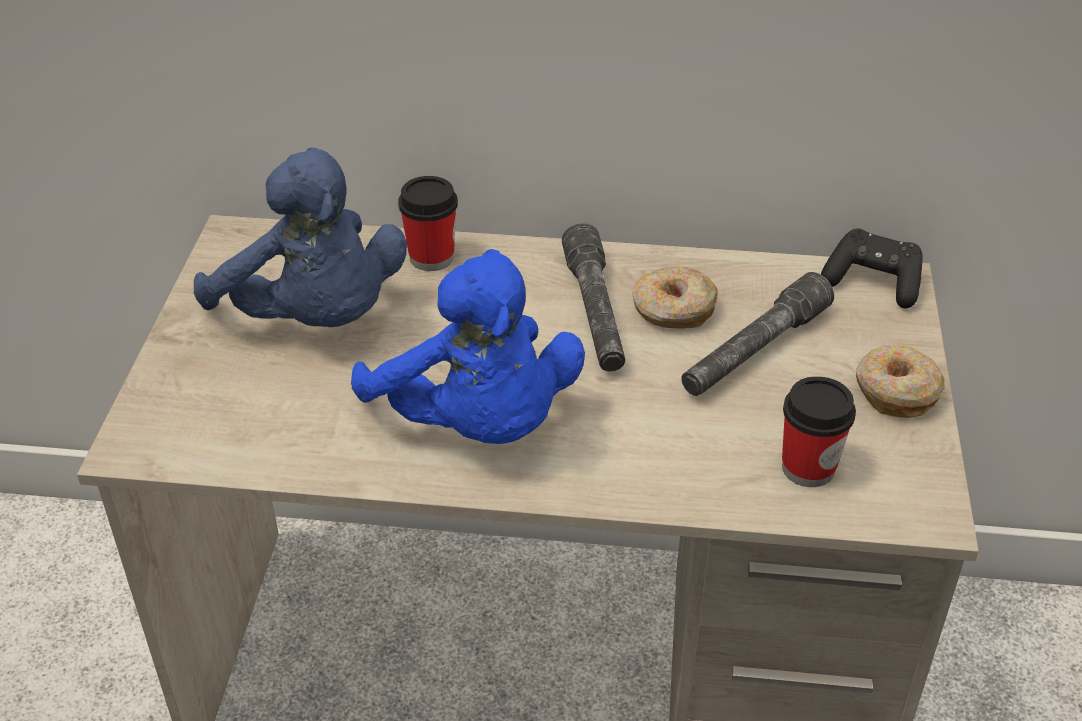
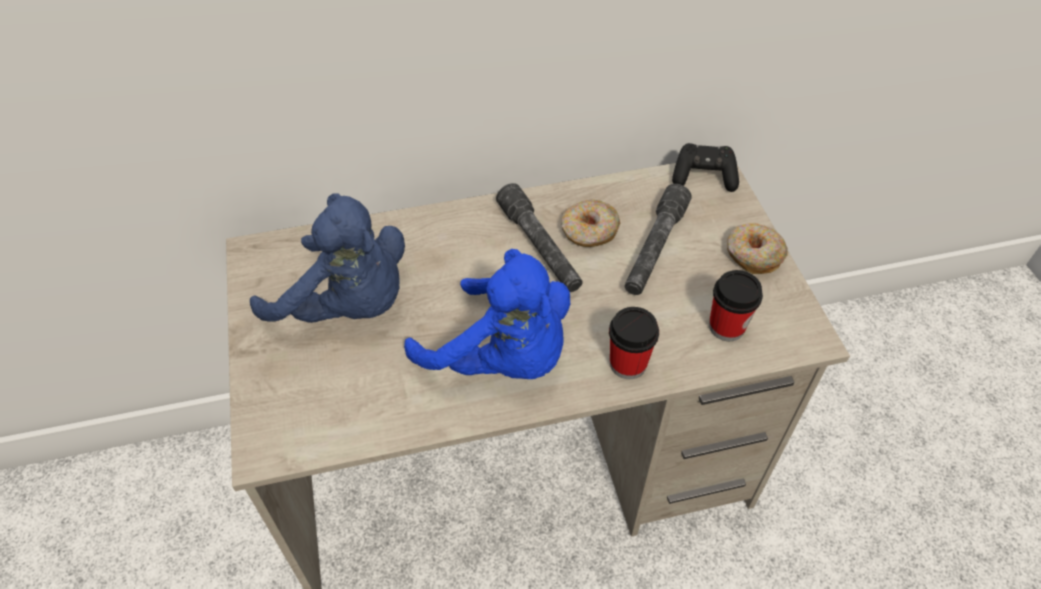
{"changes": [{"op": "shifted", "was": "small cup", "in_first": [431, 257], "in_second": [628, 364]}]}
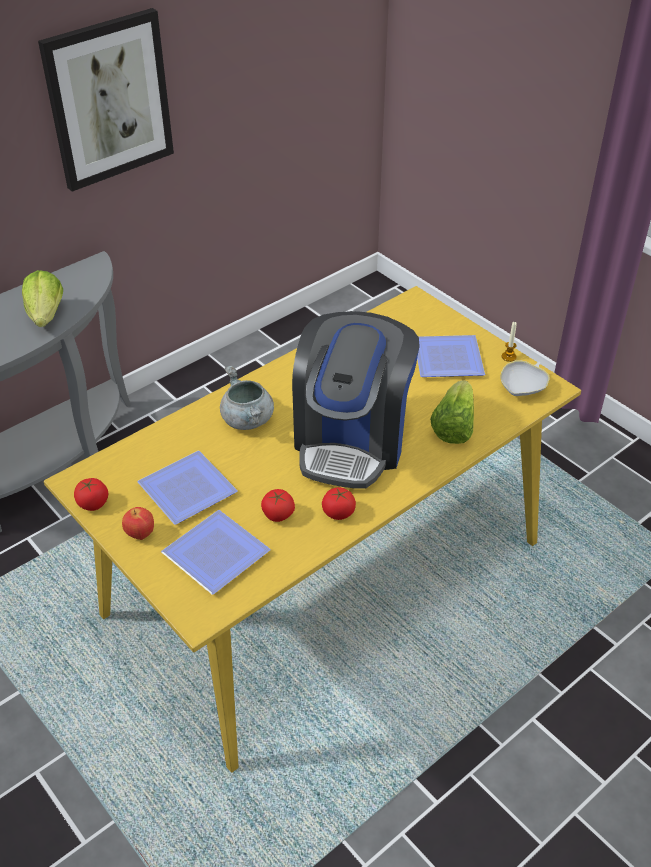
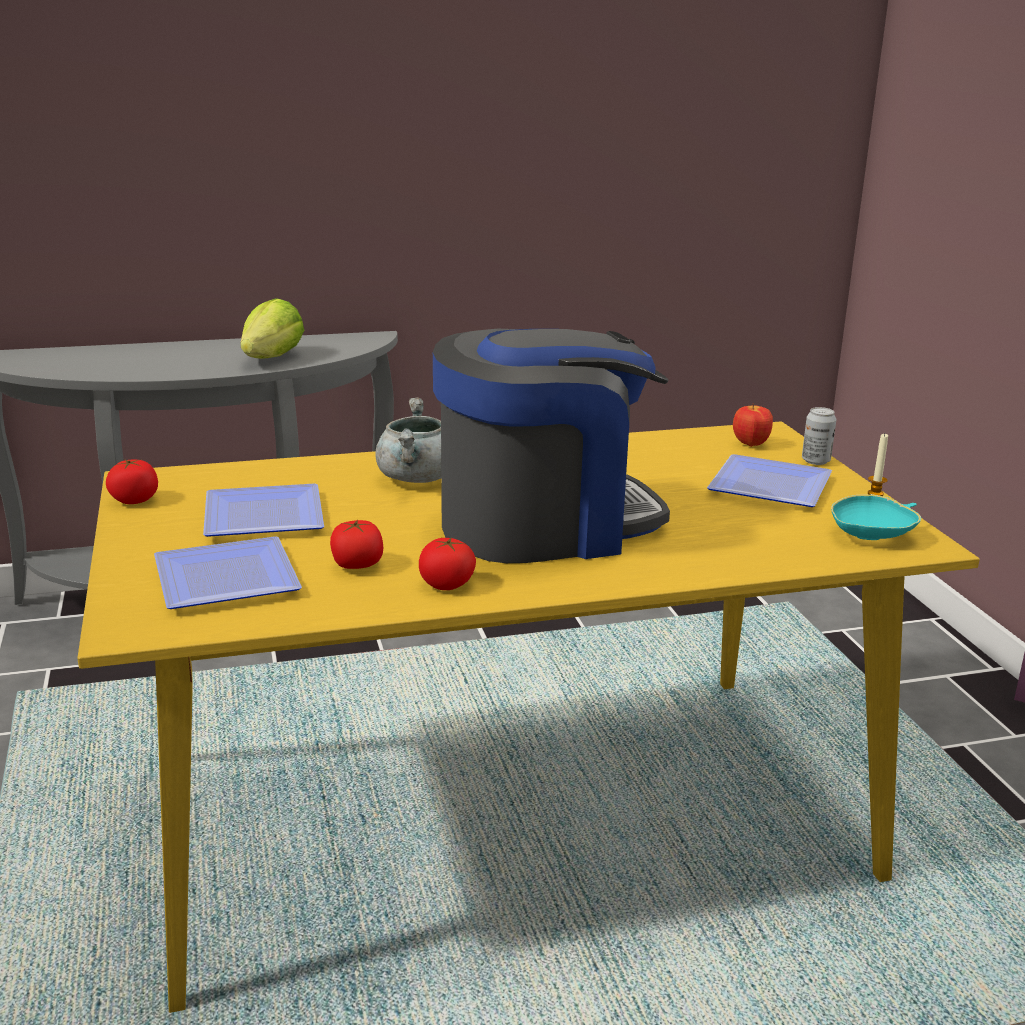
{"changes": [{"op": "gone", "was": "wall art", "in_first": [108, 100]}, {"op": "shifted", "was": "apple", "in_first": [140, 534], "in_second": [750, 444]}, {"op": "rotated", "was": "coffee machine", "in_first": [352, 439], "in_second": [544, 524], "clockwise": -150}, {"op": "gone", "was": "lettuce head", "in_first": [453, 426]}, {"op": "repainted", "was": "serving bowl in white-coloured", "now": "serving bowl in turquoise", "in_first": [522, 387], "in_second": [872, 534]}, {"op": "new", "now": "sealed can", "in_second": [815, 461]}]}
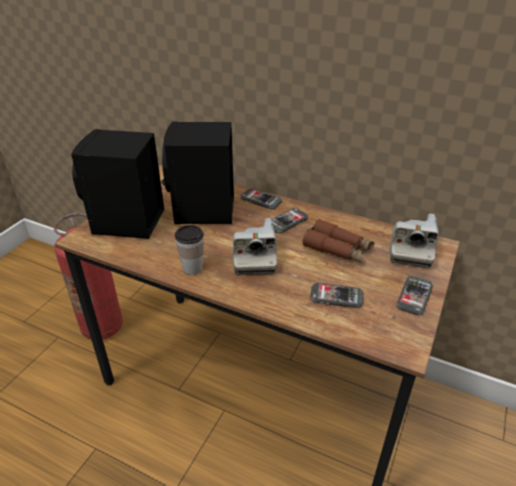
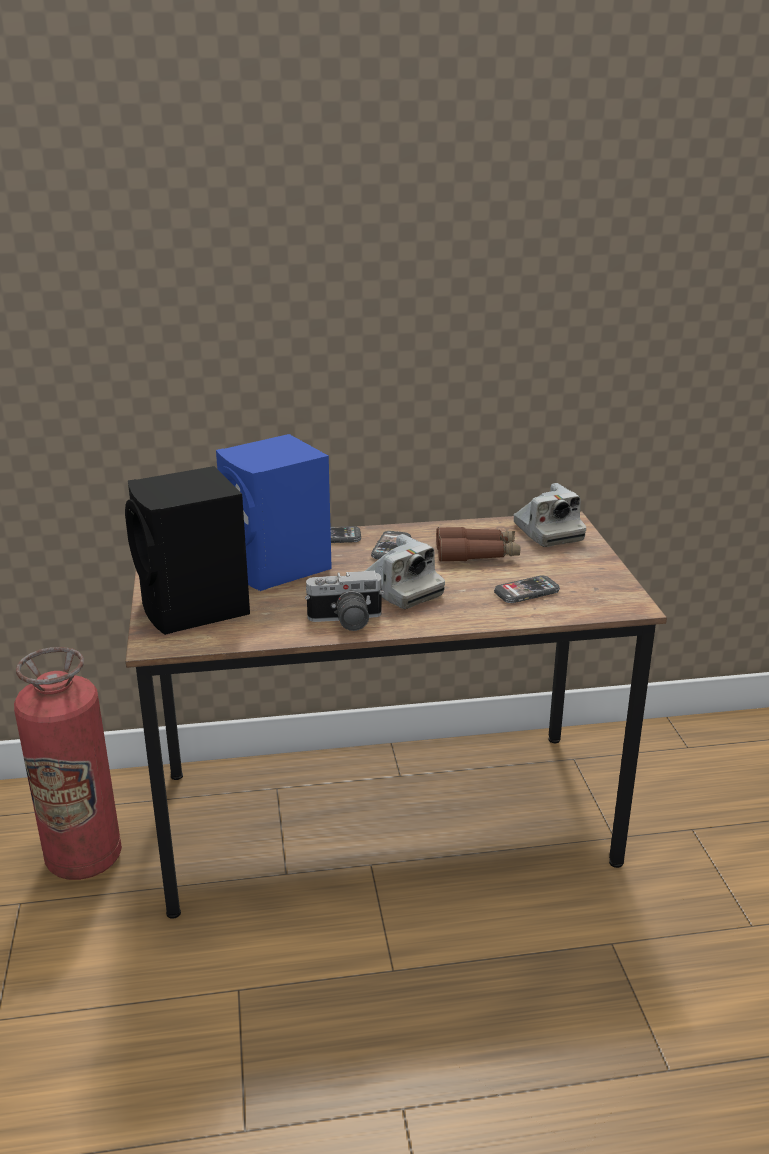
{"changes": [{"op": "repainted", "was": "speaker in blackish", "now": "speaker in blue-coloured", "in_first": [204, 211], "in_second": [278, 568]}, {"op": "swapped", "was": "small cup", "now": "photo camera", "in_first": [192, 268], "in_second": [345, 621]}, {"op": "gone", "was": "handset", "in_first": [414, 296]}]}
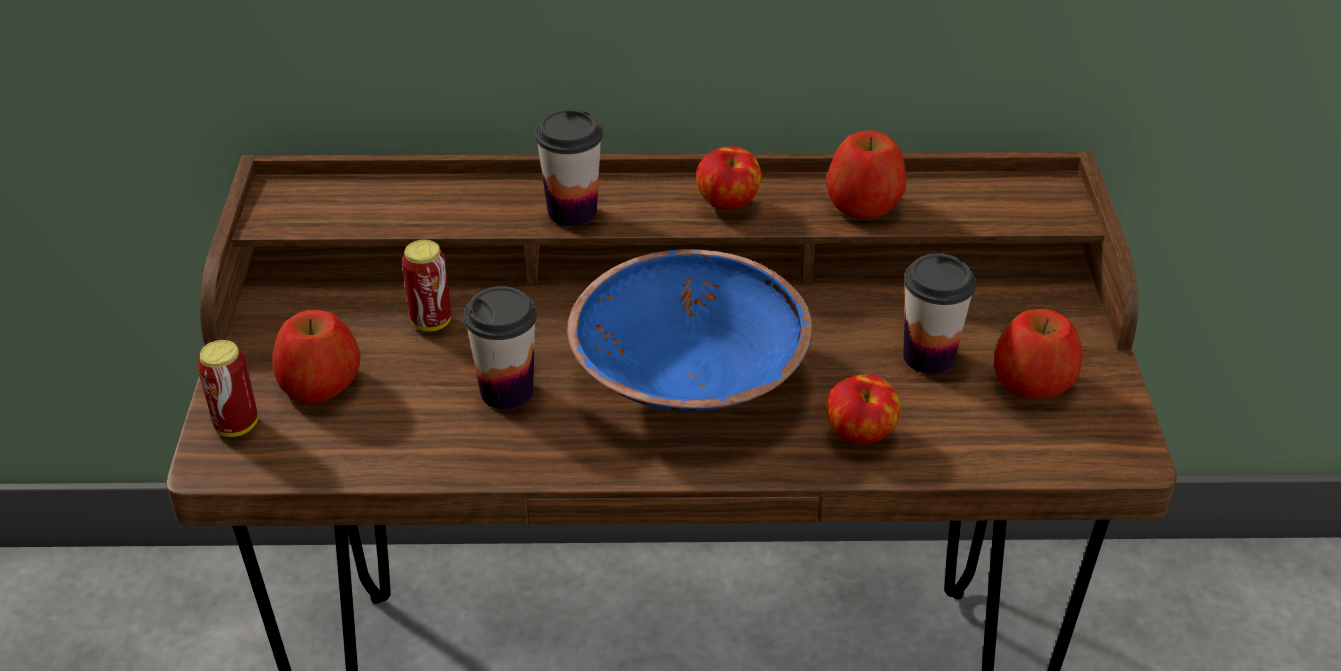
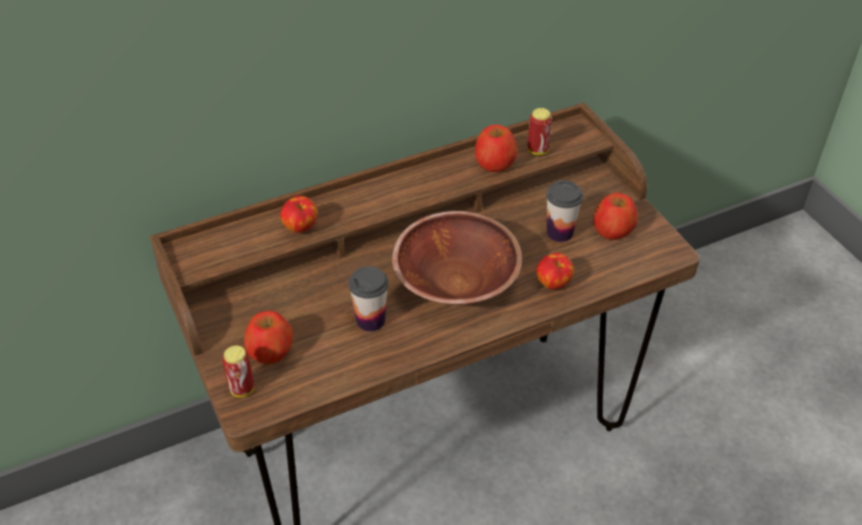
{"changes": [{"op": "shifted", "was": "sealed can", "in_first": [431, 322], "in_second": [537, 150]}, {"op": "gone", "was": "small cup", "in_first": [572, 211]}, {"op": "repainted", "was": "serving bowl in blue-coloured", "now": "serving bowl in brownish", "in_first": [690, 378], "in_second": [456, 282]}, {"op": "shifted", "was": "apple", "in_first": [728, 203], "in_second": [301, 227]}]}
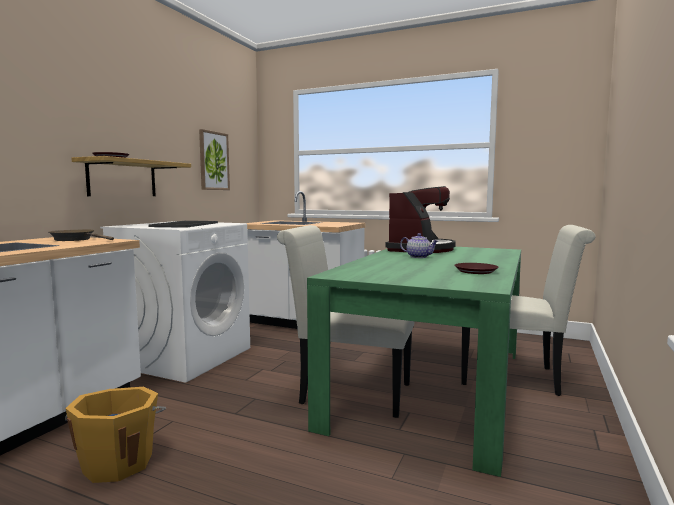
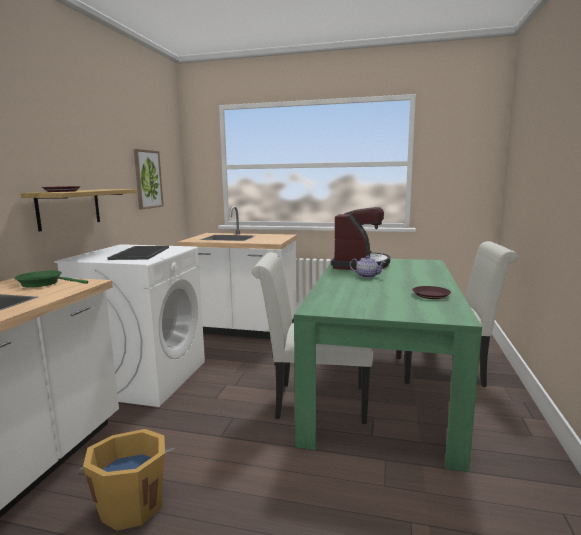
{"changes": [{"op": "repainted", "was": "pan in brownish", "now": "pan in green", "in_first": [76, 239], "in_second": [44, 283]}]}
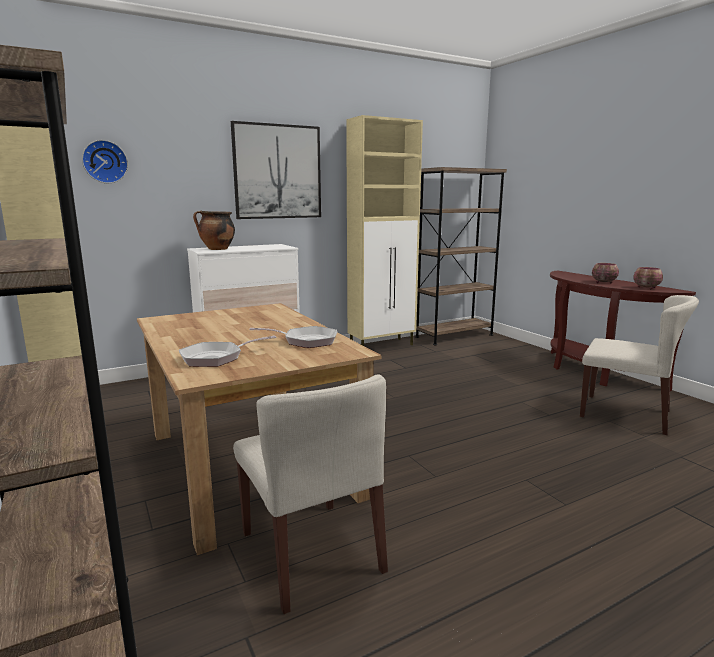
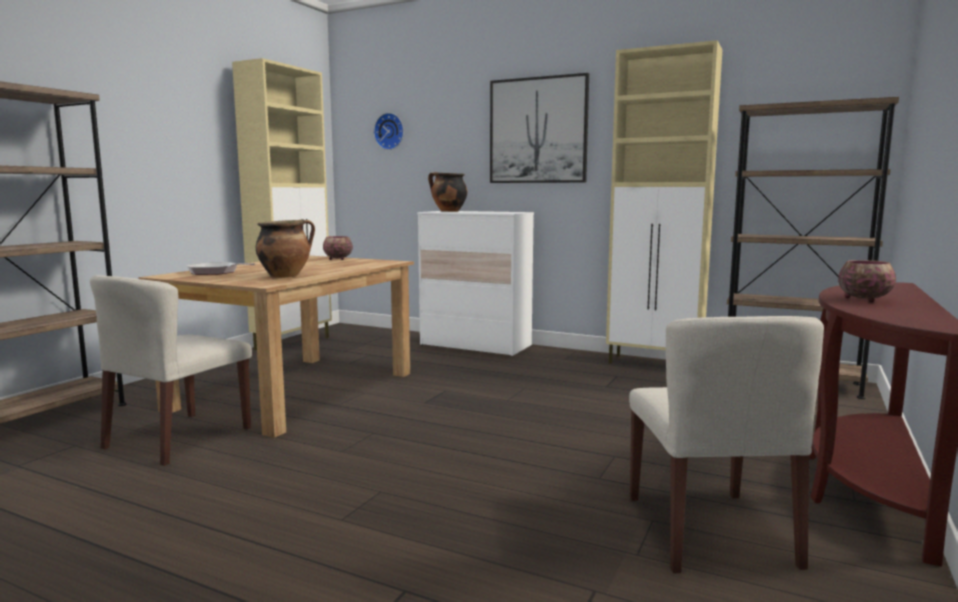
{"changes": [{"op": "swapped", "was": "pan", "now": "saucepot", "in_first": [306, 341], "in_second": [286, 276]}, {"op": "shifted", "was": "serving bowl", "in_first": [646, 288], "in_second": [337, 259]}]}
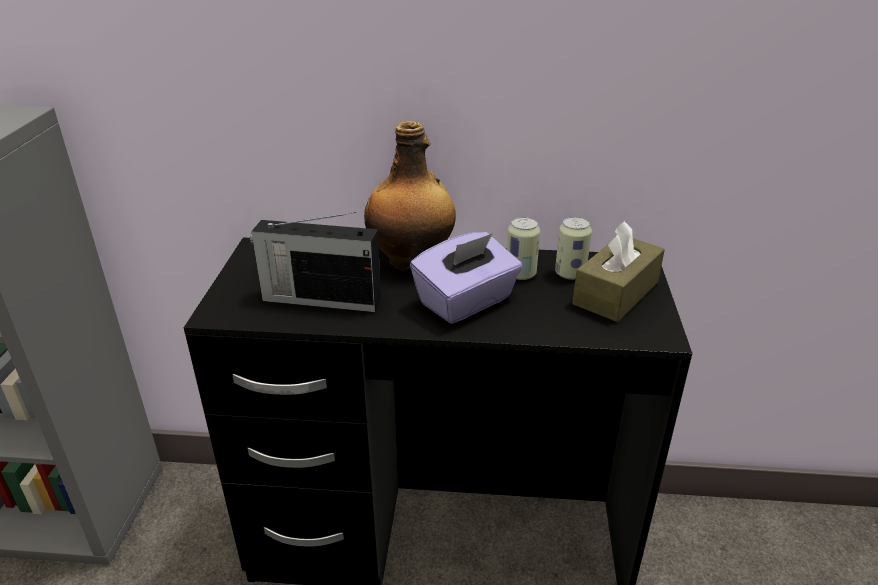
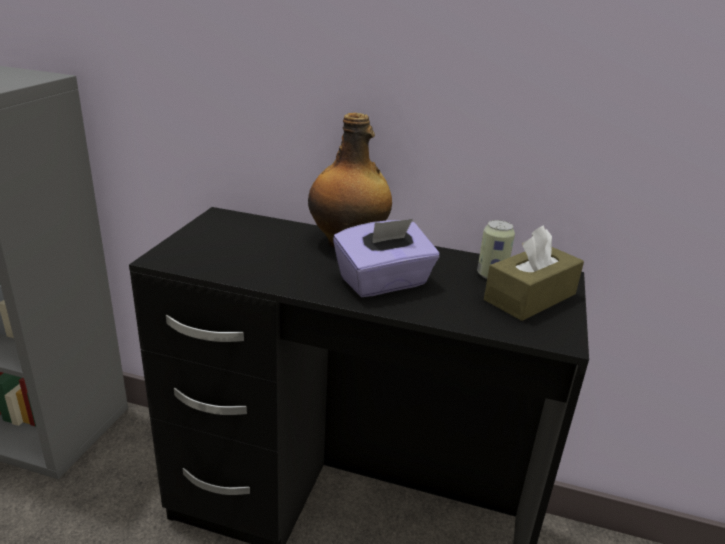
{"changes": [{"op": "gone", "was": "radio", "in_first": [319, 299]}, {"op": "gone", "was": "sealed can", "in_first": [520, 274]}]}
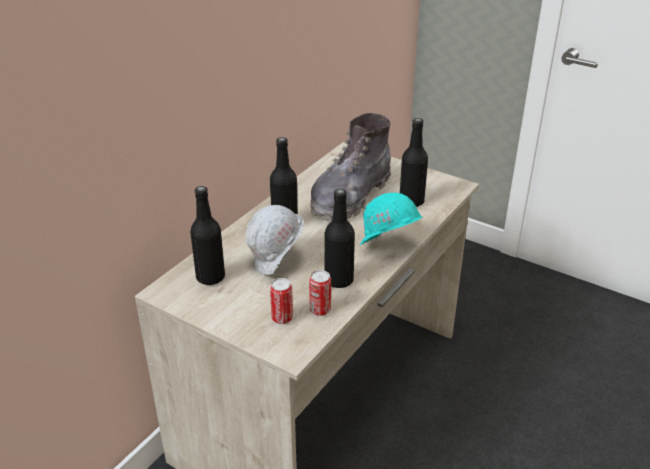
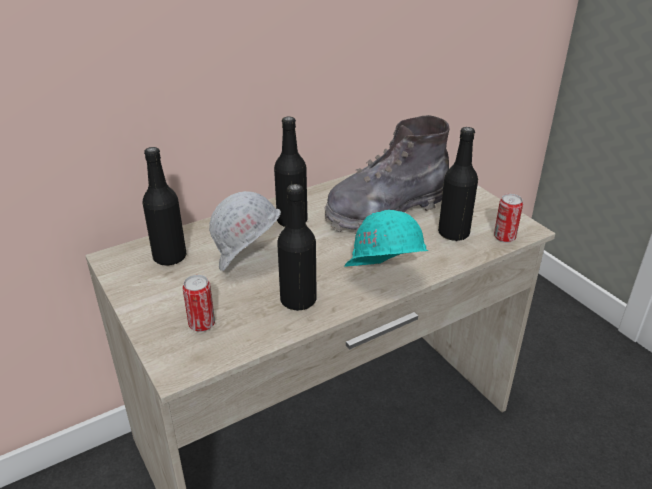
{"changes": [{"op": "shifted", "was": "sealed can", "in_first": [320, 310], "in_second": [504, 237]}]}
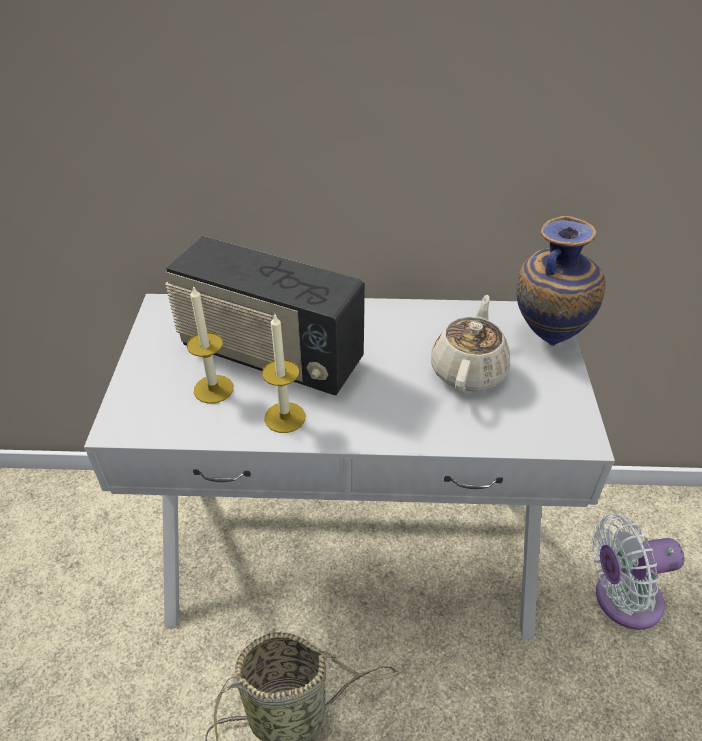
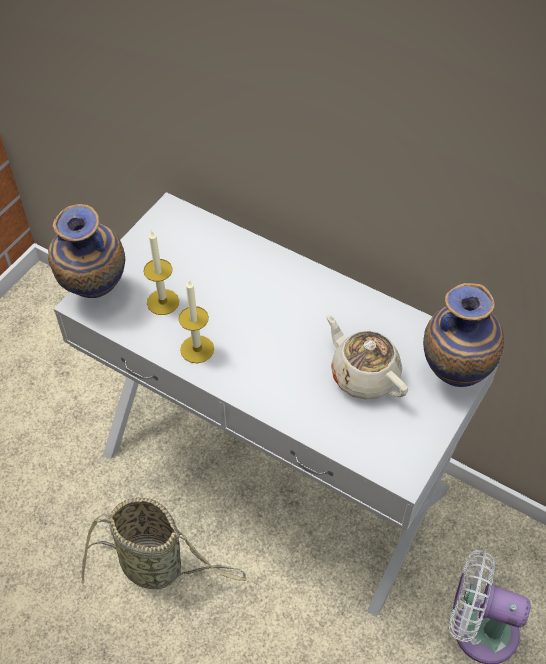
{"changes": [{"op": "gone", "was": "radio", "in_first": [270, 356]}, {"op": "rotated", "was": "tea pot in sand-coloured", "in_first": [468, 370], "in_second": [363, 375], "clockwise": -90}, {"op": "new", "now": "flower vase", "in_second": [95, 295]}]}
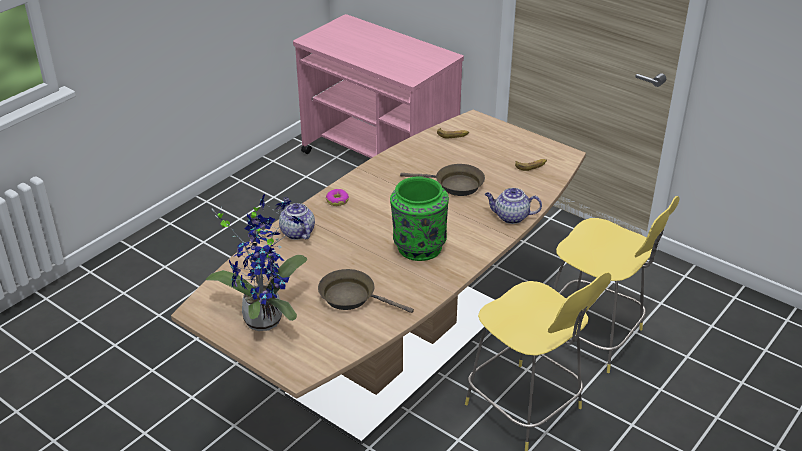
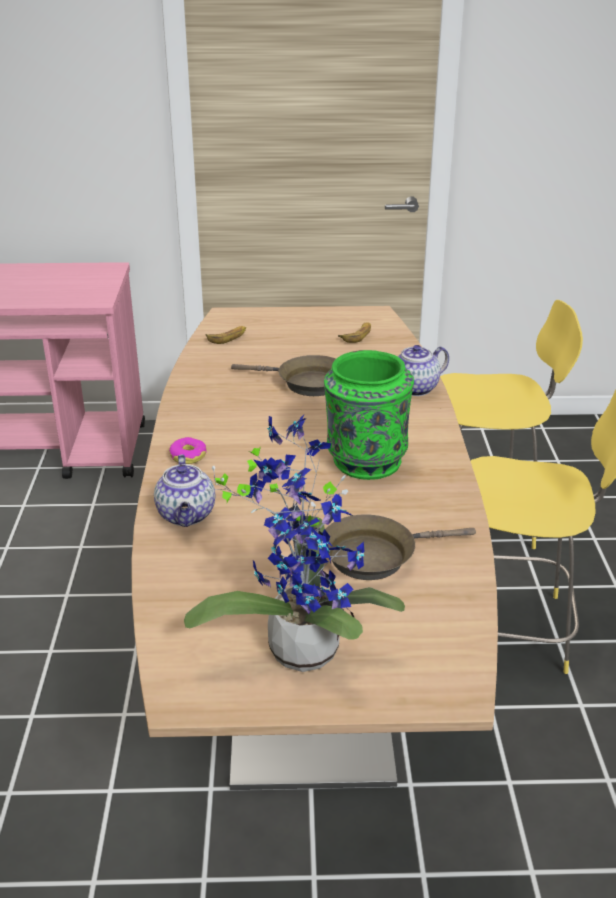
{"changes": [{"op": "rotated", "was": "tea pot", "in_first": [297, 232], "in_second": [187, 516], "clockwise": -120}, {"op": "rotated", "was": "pan in brownish", "in_first": [455, 185], "in_second": [306, 383], "clockwise": 45}]}
